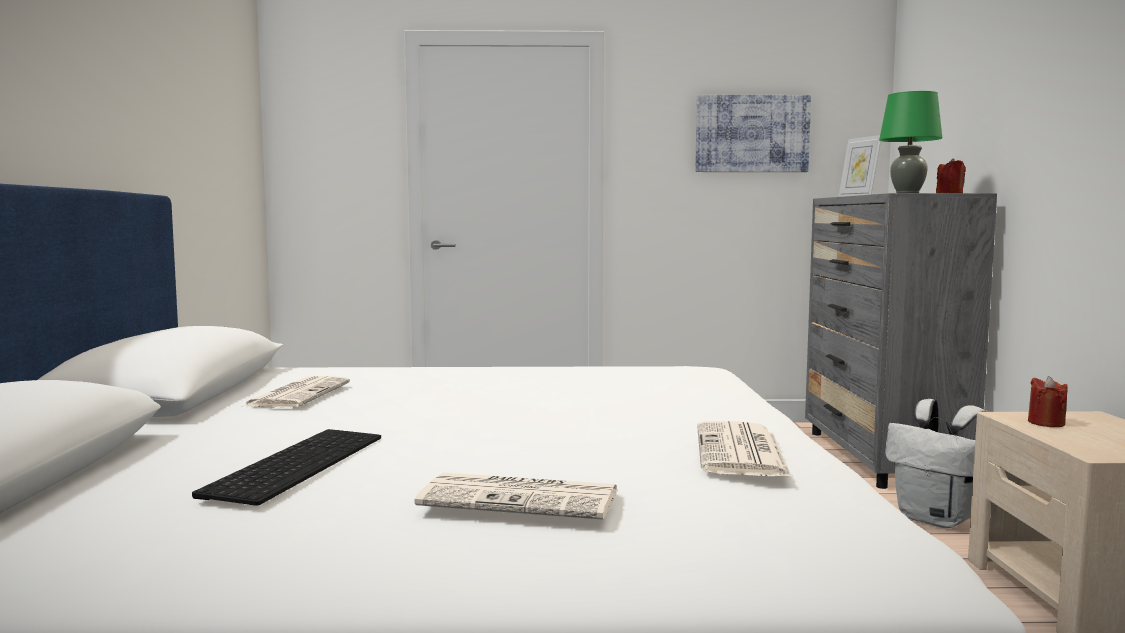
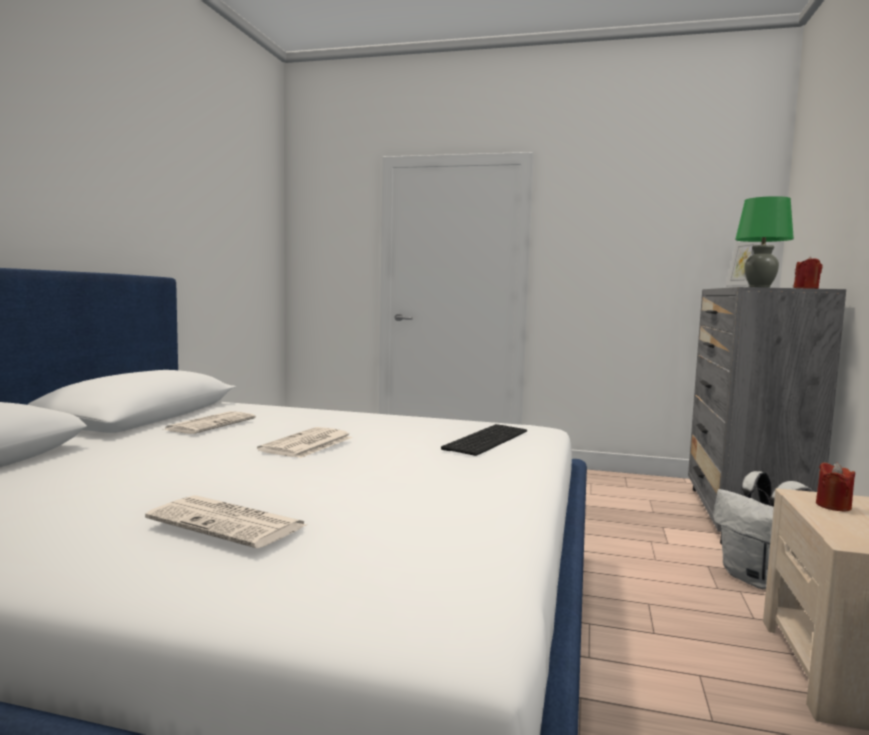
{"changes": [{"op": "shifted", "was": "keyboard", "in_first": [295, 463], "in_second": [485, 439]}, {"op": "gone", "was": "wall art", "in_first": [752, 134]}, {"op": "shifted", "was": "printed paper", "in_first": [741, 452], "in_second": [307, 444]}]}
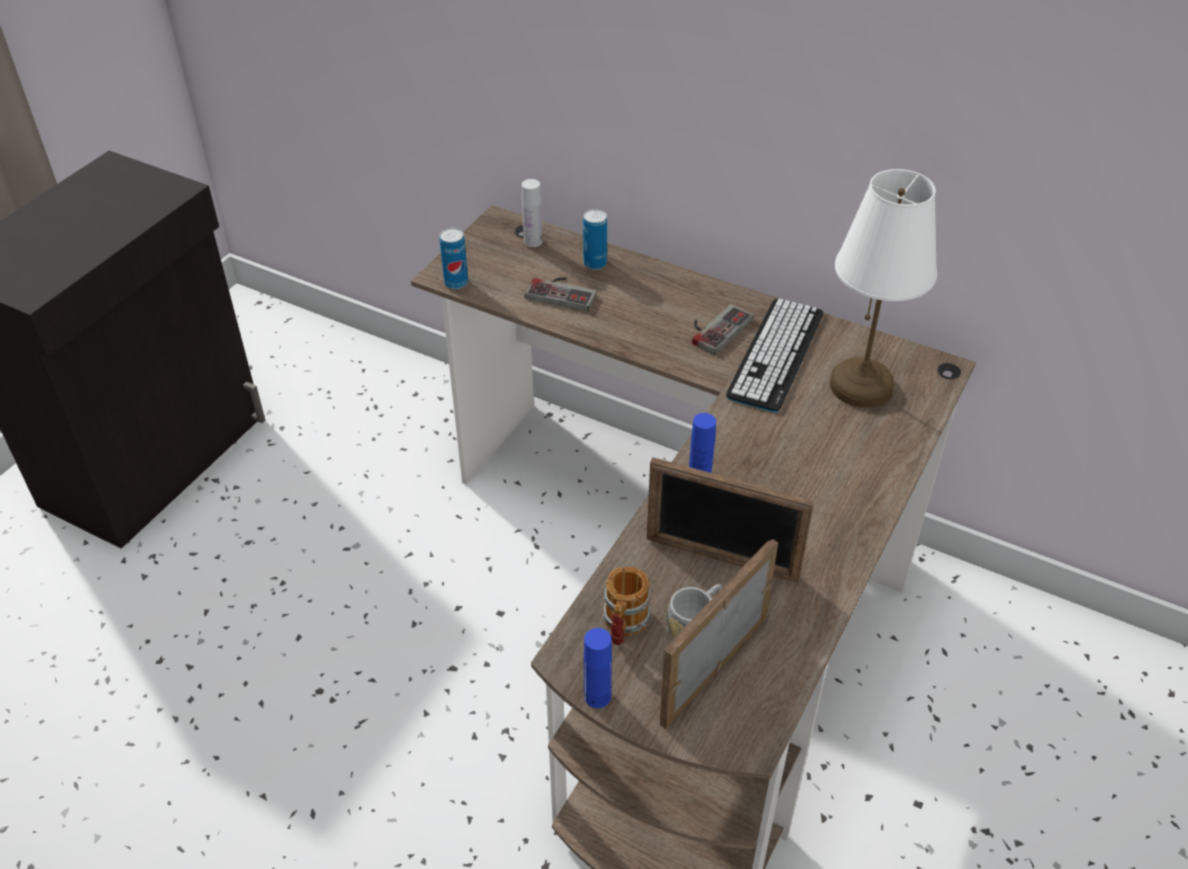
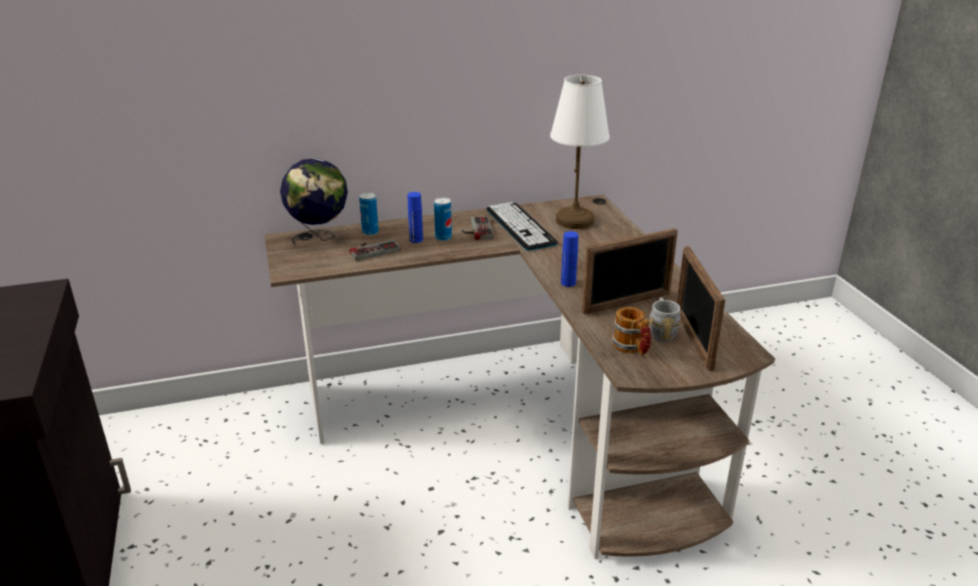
{"changes": [{"op": "shifted", "was": "sealed can", "in_first": [456, 283], "in_second": [443, 238]}, {"op": "swapped", "was": "beverage bottle in white-coloured", "now": "desk globe", "in_first": [533, 241], "in_second": [319, 237]}, {"op": "shifted", "was": "beverage bottle in blue-coloured", "in_first": [597, 696], "in_second": [416, 239]}]}
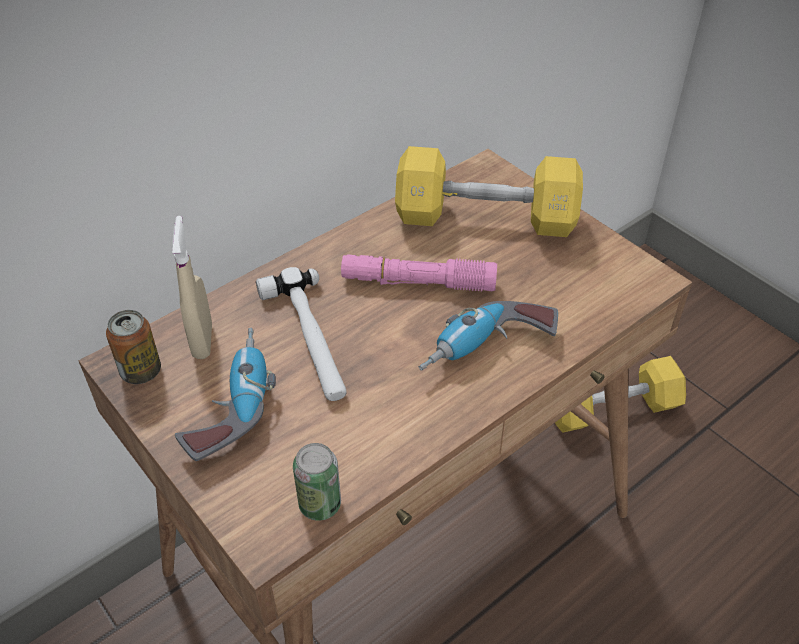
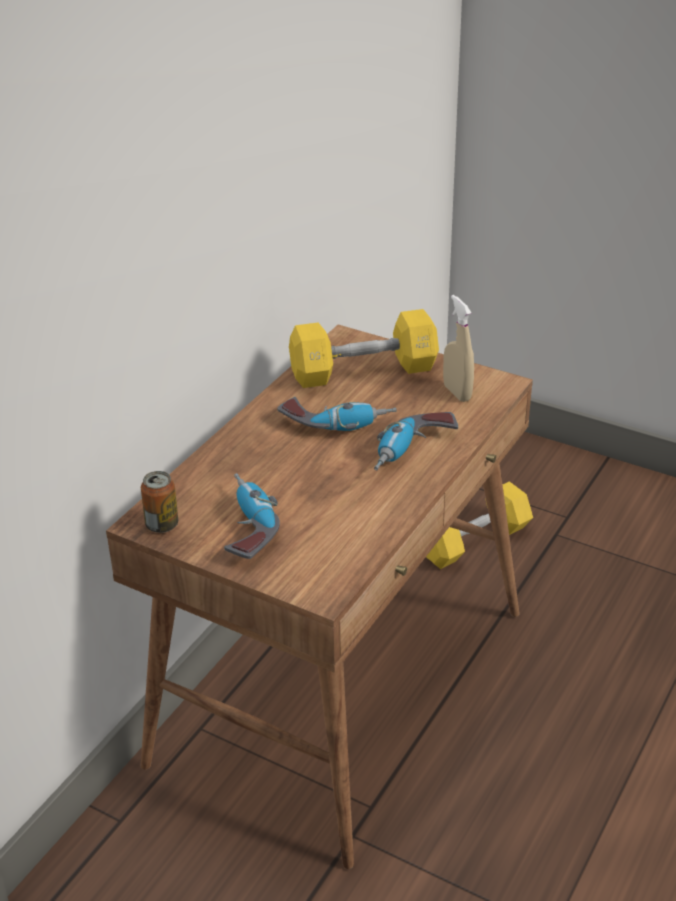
{"changes": [{"op": "shifted", "was": "hand sprayer in sand-coloured", "in_first": [202, 341], "in_second": [457, 393]}, {"op": "gone", "was": "hand hammer", "in_first": [308, 339]}, {"op": "gone", "was": "sealed can", "in_first": [320, 504]}, {"op": "swapped", "was": "hand torch in pink-coloured", "now": "power drill", "in_first": [418, 282], "in_second": [337, 423]}]}
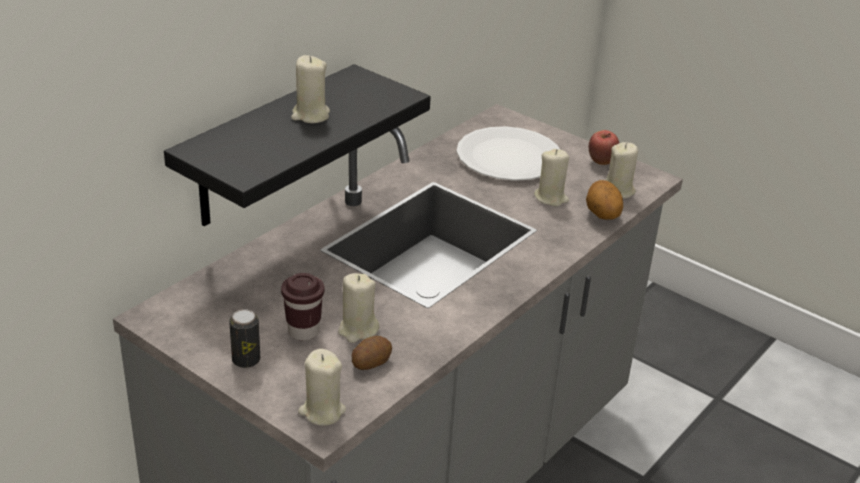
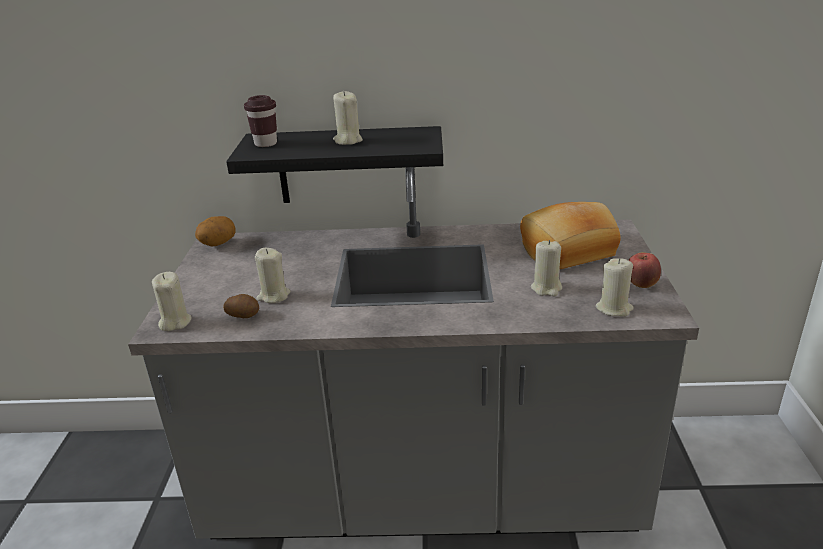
{"changes": [{"op": "gone", "was": "sealed can", "in_first": [246, 360]}, {"op": "shifted", "was": "small cup in brownish", "in_first": [303, 331], "in_second": [265, 144]}, {"op": "swapped", "was": "dinner plate in white-coloured", "now": "baked bread", "in_first": [509, 157], "in_second": [568, 252]}, {"op": "shifted", "was": "spud", "in_first": [601, 215], "in_second": [218, 244]}]}
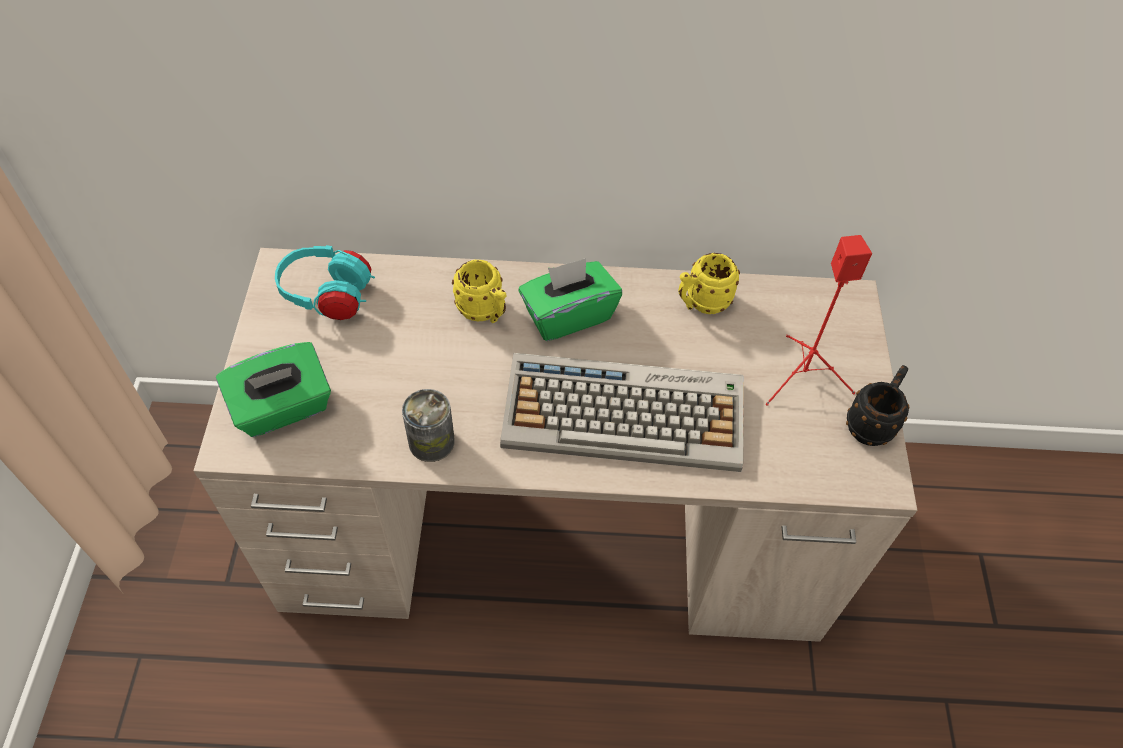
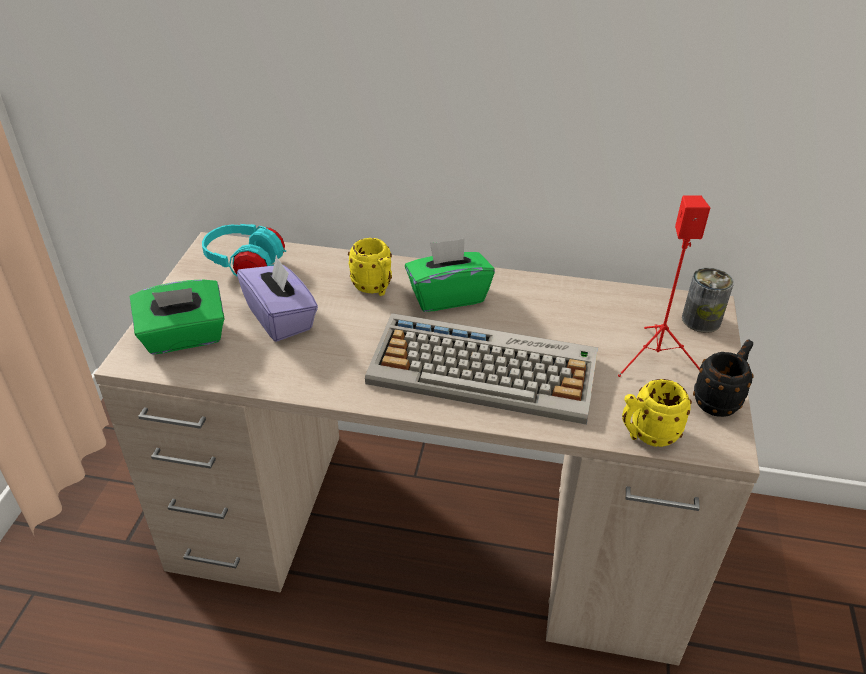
{"changes": [{"op": "shifted", "was": "sealed can", "in_first": [431, 441], "in_second": [701, 320]}, {"op": "shifted", "was": "mug in yellowish", "in_first": [701, 303], "in_second": [646, 435]}, {"op": "new", "now": "tissue holder in purplish", "in_second": [281, 318]}]}
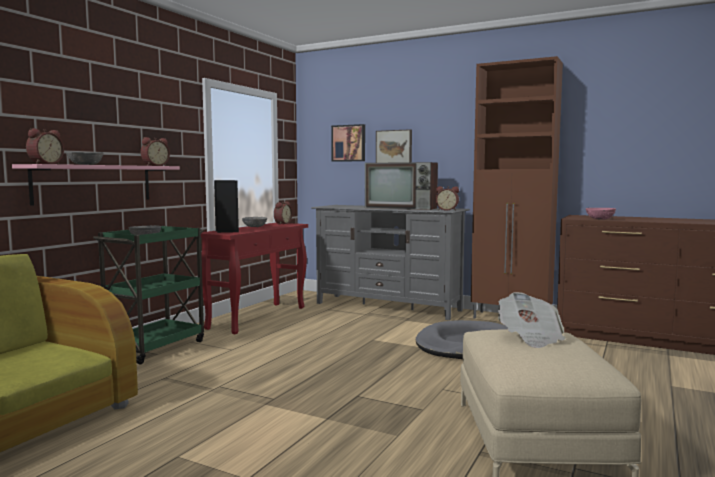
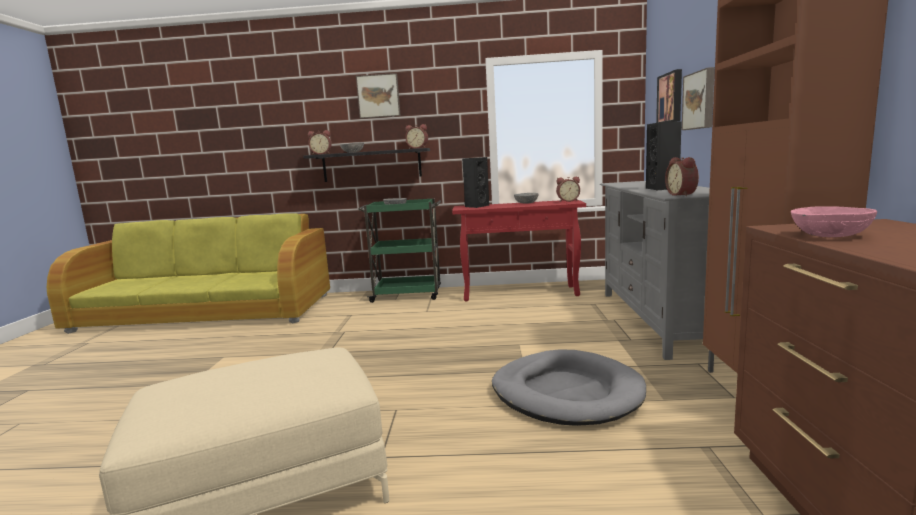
{"changes": [{"op": "repainted", "was": "bracket shelf in pink-coloured", "now": "bracket shelf in blackish", "in_first": [94, 183], "in_second": [372, 165]}, {"op": "swapped", "was": "TV set", "now": "speaker in blackish", "in_first": [402, 208], "in_second": [663, 188]}, {"op": "gone", "was": "printed paper", "in_first": [530, 337]}, {"op": "new", "now": "wall art", "in_second": [378, 96]}]}
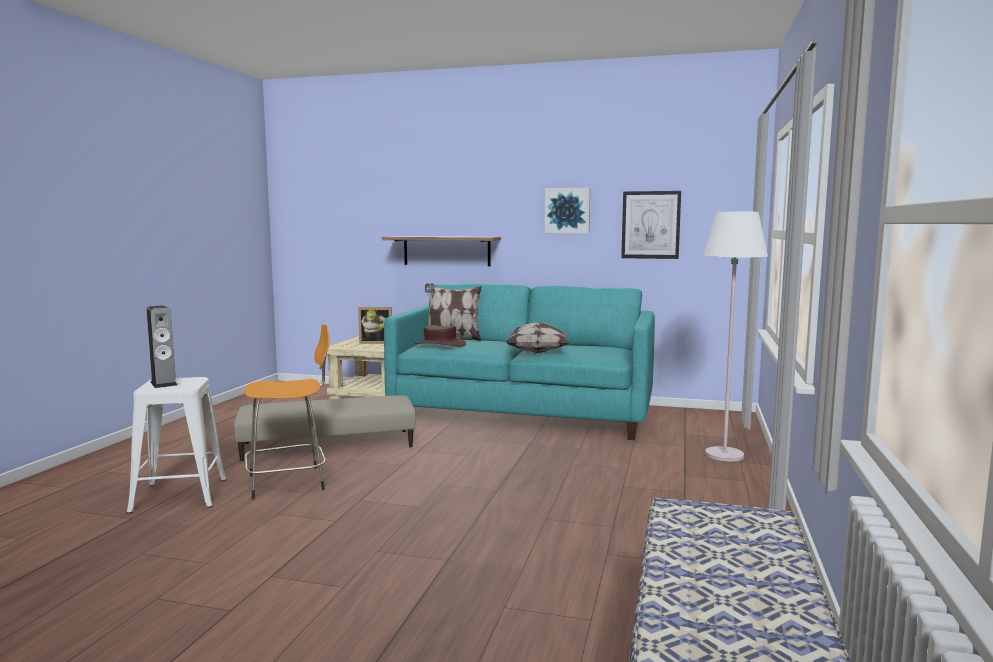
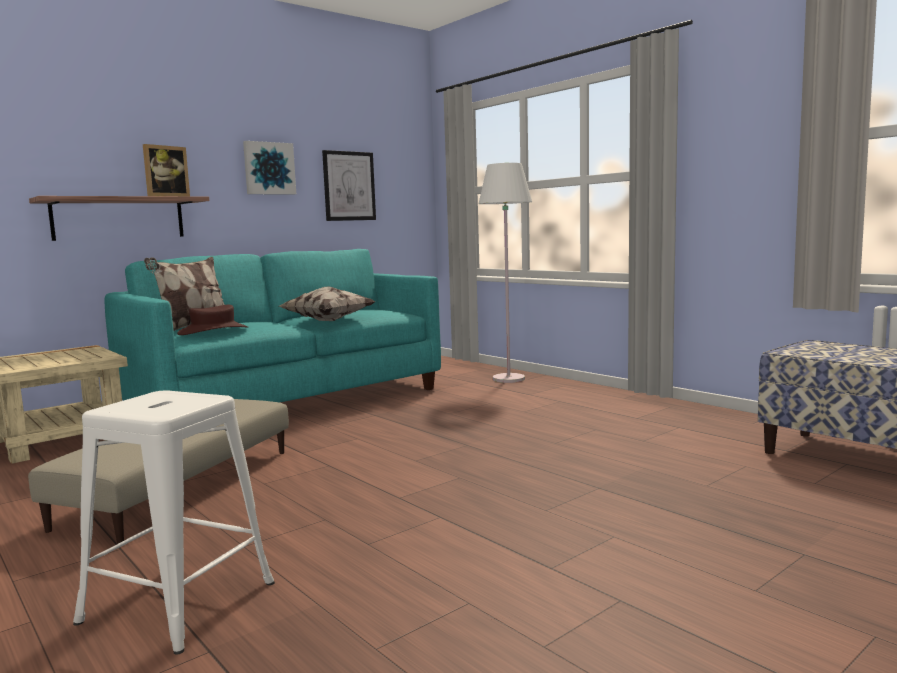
{"changes": [{"op": "gone", "was": "speaker", "in_first": [163, 383]}, {"op": "gone", "was": "sitting stool in orangey", "in_first": [290, 482]}, {"op": "shifted", "was": "picture frame", "in_first": [376, 342], "in_second": [166, 196]}]}
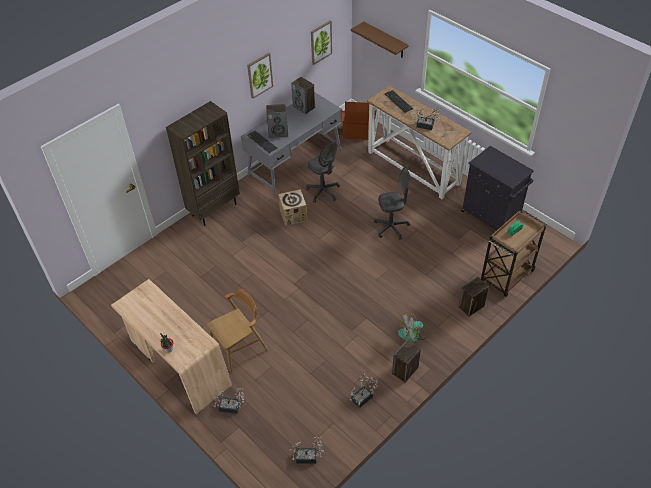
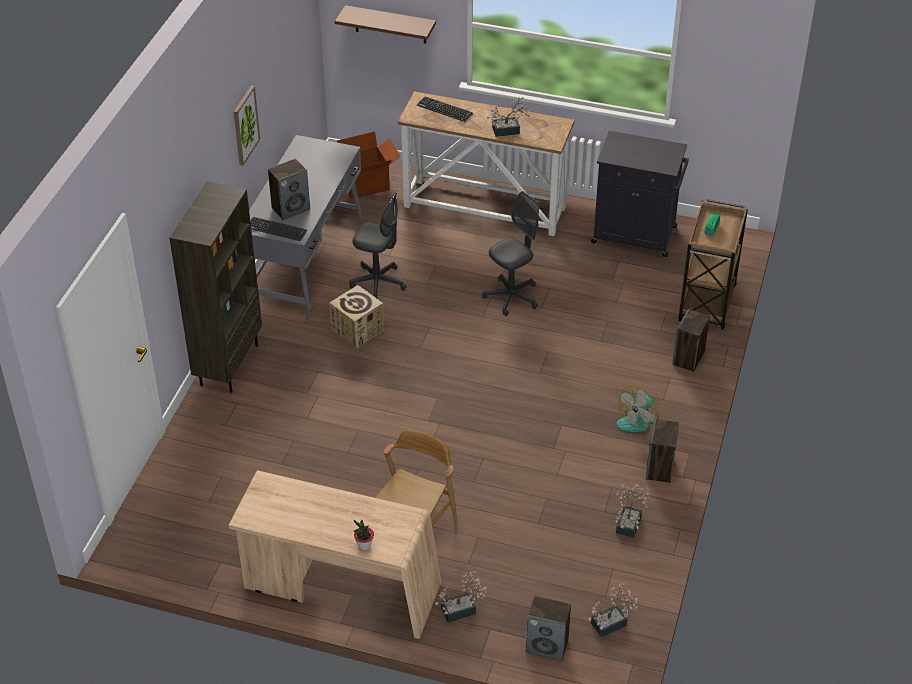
{"changes": [{"op": "shifted", "was": "speaker", "in_first": [304, 107], "in_second": [547, 646]}, {"op": "gone", "was": "wall art", "in_first": [320, 42]}]}
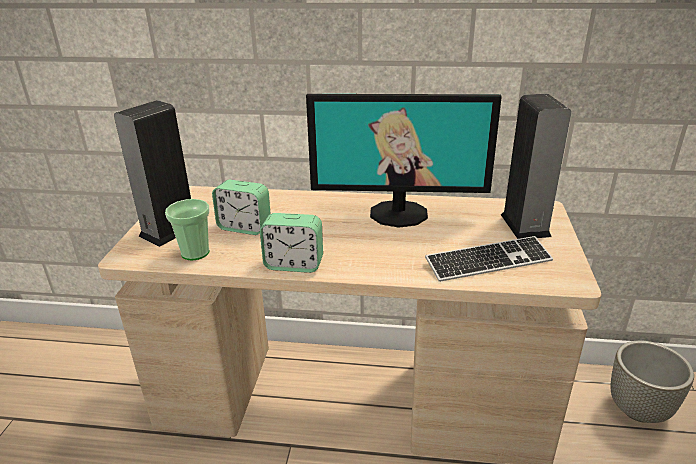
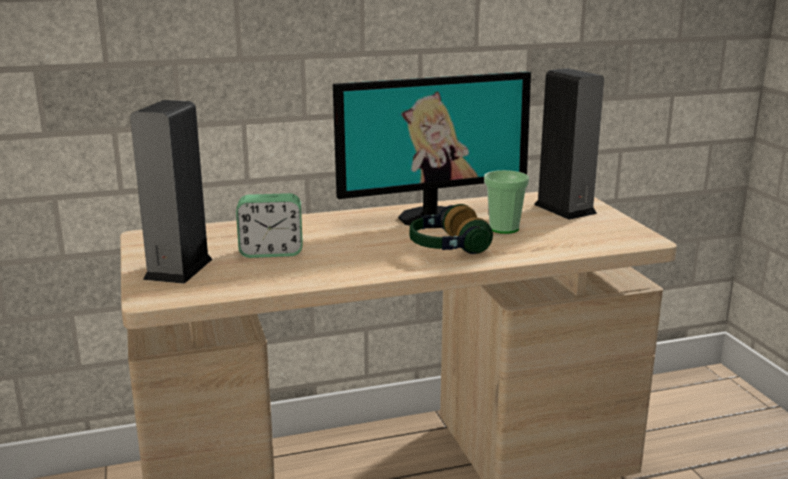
{"changes": [{"op": "shifted", "was": "small cup", "in_first": [195, 253], "in_second": [504, 228]}, {"op": "gone", "was": "bedside clock", "in_first": [294, 264]}, {"op": "gone", "was": "keyboard", "in_first": [488, 261]}, {"op": "gone", "was": "plant pot in grey", "in_first": [639, 409]}, {"op": "new", "now": "headset", "in_second": [447, 248]}]}
